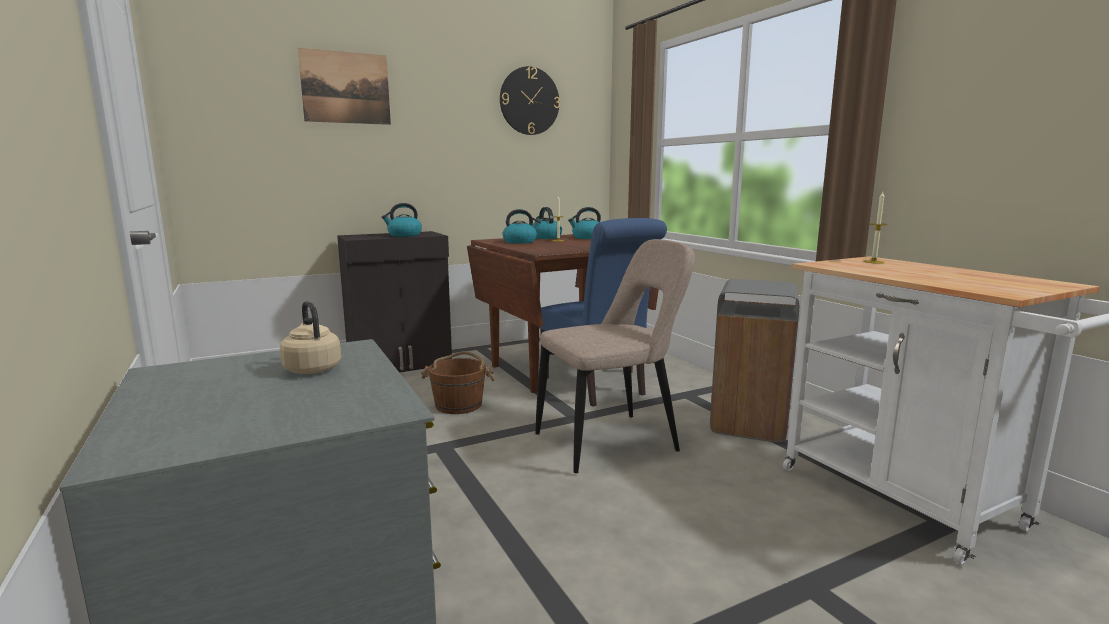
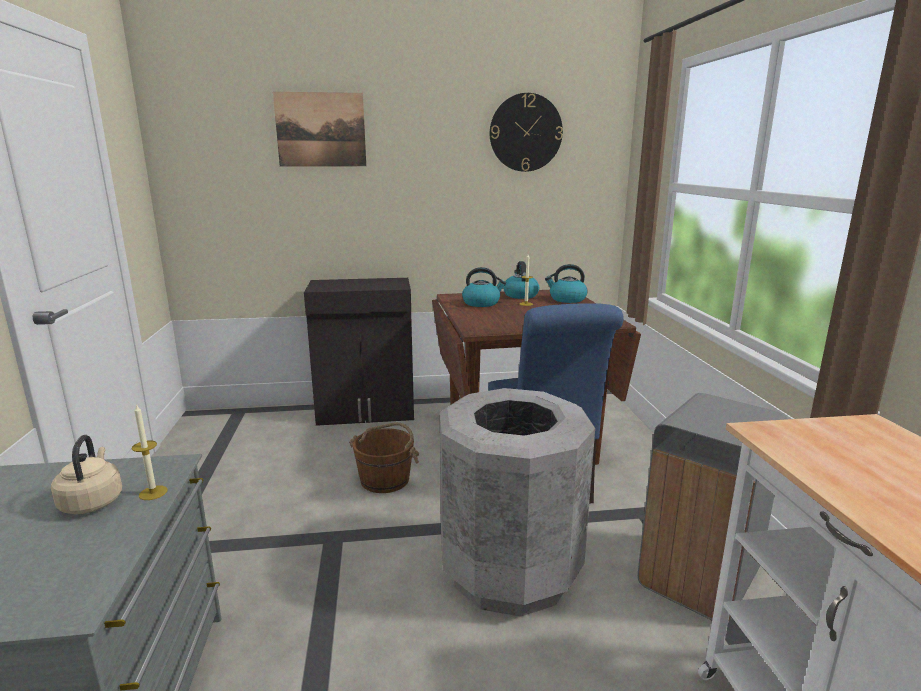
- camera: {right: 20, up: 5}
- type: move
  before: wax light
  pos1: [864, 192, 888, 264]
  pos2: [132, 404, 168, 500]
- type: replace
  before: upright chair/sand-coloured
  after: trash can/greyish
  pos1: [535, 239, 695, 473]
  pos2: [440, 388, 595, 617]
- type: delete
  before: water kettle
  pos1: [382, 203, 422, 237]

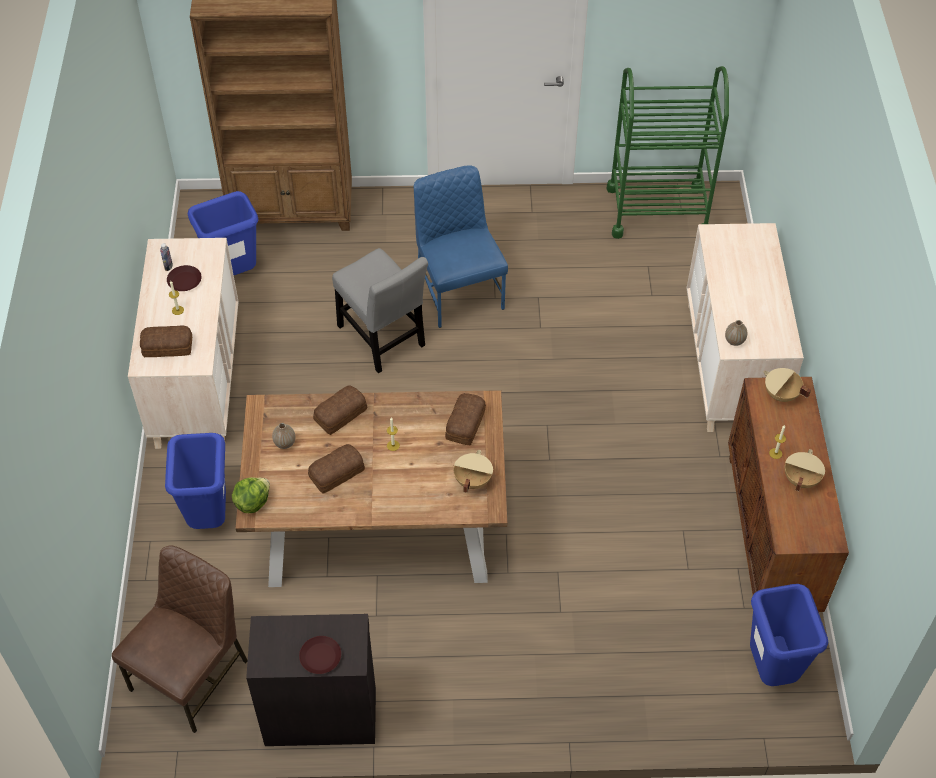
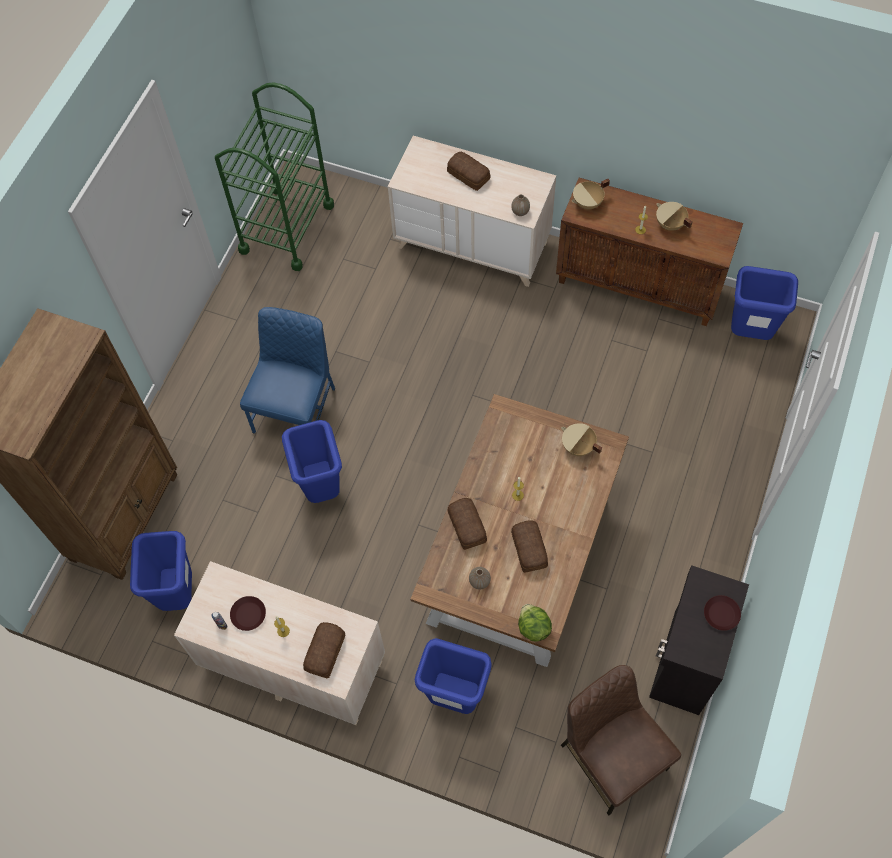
- camera: {right: -65, up: 10}
- type: rotate
  before: upright chair/blue-coloured
  pos1: [414, 165, 508, 328]
  pos2: [240, 307, 335, 434]
  turn: 105
- type: replace
  before: upright chair/greyish
  after: trash can/blue-coloured
  pos1: [332, 248, 428, 373]
  pos2: [282, 420, 342, 503]
- type: move
  before: bakery bread
  pos1: [445, 393, 486, 445]
  pos2: [447, 152, 490, 191]

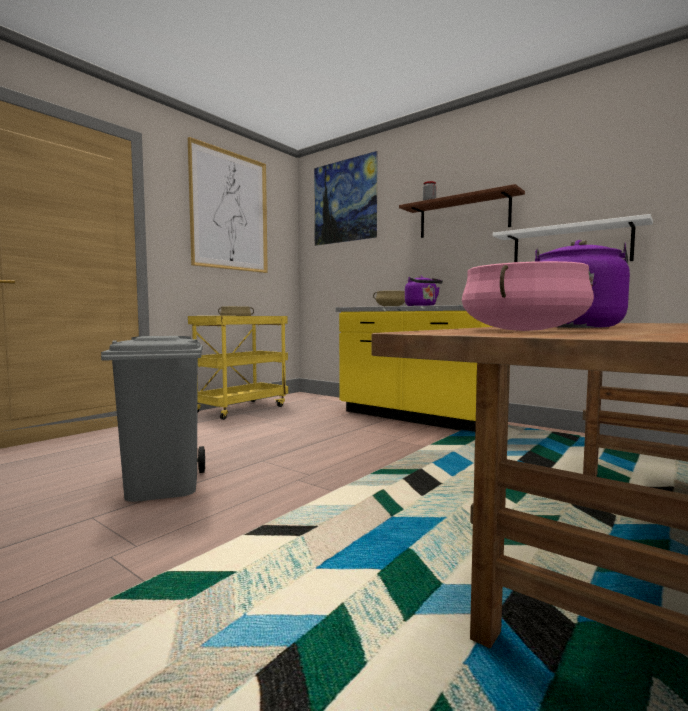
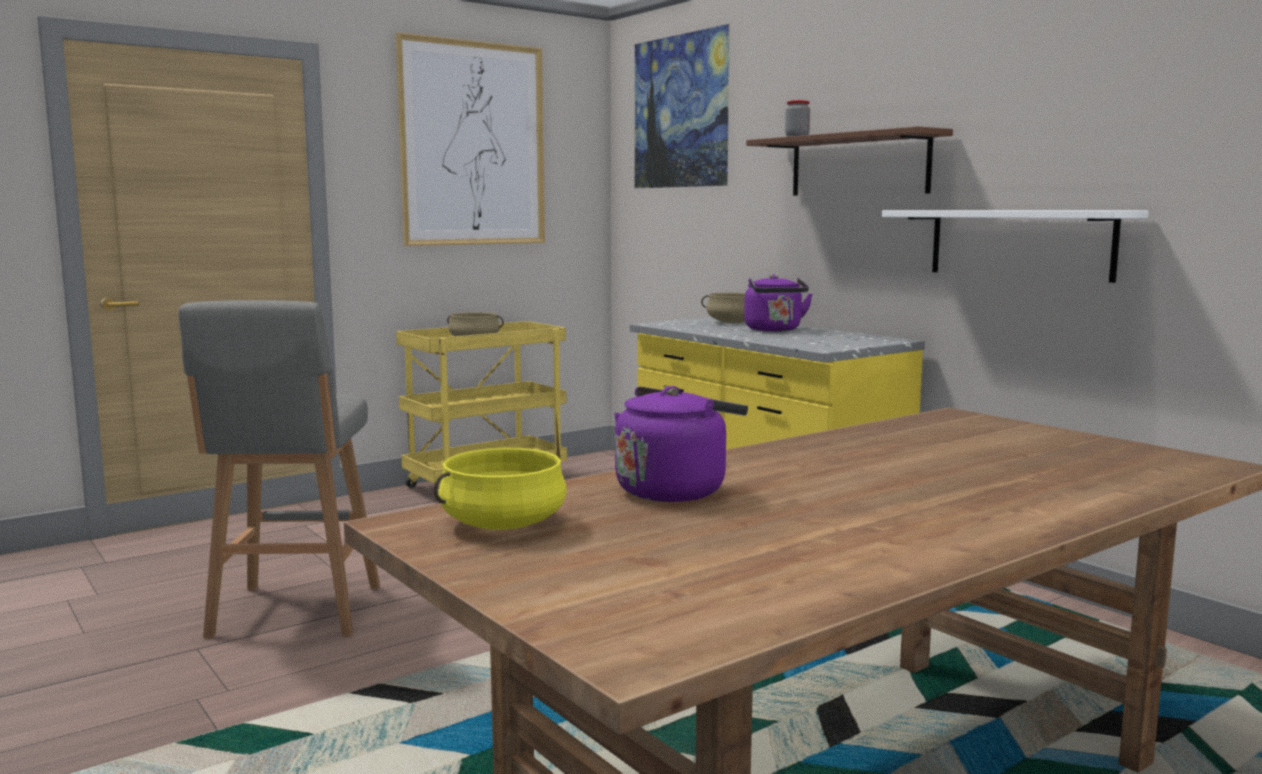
- camera: {right: 15, up: 5}
- type: replace
  before: trash can/greyish
  after: sitting stool/greyish
  pos1: [101, 336, 205, 502]
  pos2: [179, 300, 380, 638]
- type: recolor
  before: saucepot/pink-coloured
  after: saucepot/yellow
  pos1: [462, 261, 594, 331]
  pos2: [434, 448, 567, 530]

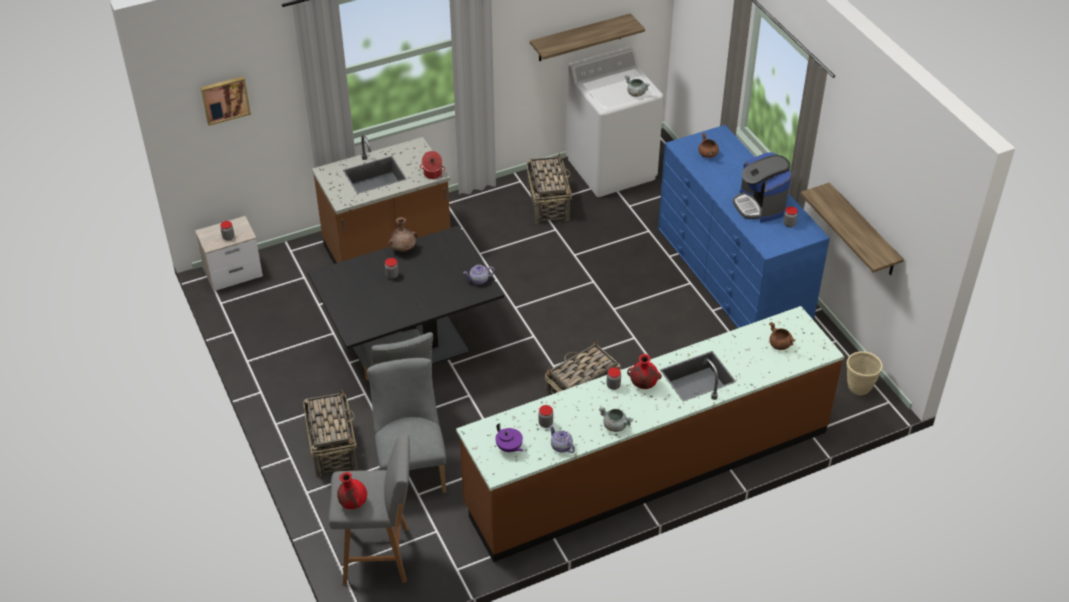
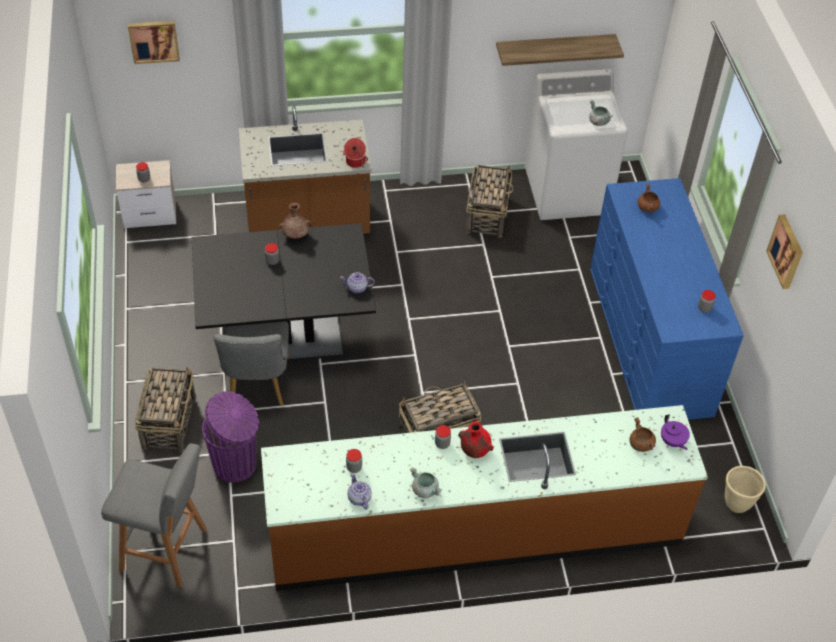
- camera: {right: 15, up: 5}
- type: replace
  before: upright chair/greyish
  after: trash can/purple-coloured
  pos1: [367, 358, 446, 493]
  pos2: [202, 391, 259, 483]
- type: move
  before: tea pot/purple-coloured
  pos1: [495, 423, 523, 452]
  pos2: [661, 414, 690, 450]
- type: insert
  after: wall art
  pos2: [766, 214, 803, 289]
- type: delete
  before: decorative vase/red-coloured
  pos1: [337, 472, 367, 509]
- type: delete
  before: coffee machine
  pos1: [733, 152, 792, 223]
- type: delete
  before: bracket shelf
  pos1: [800, 182, 904, 275]

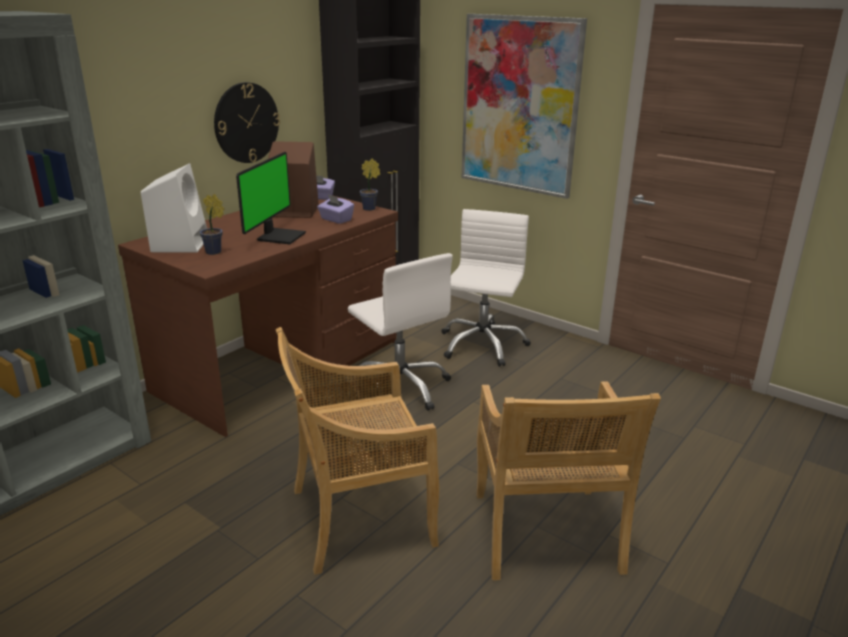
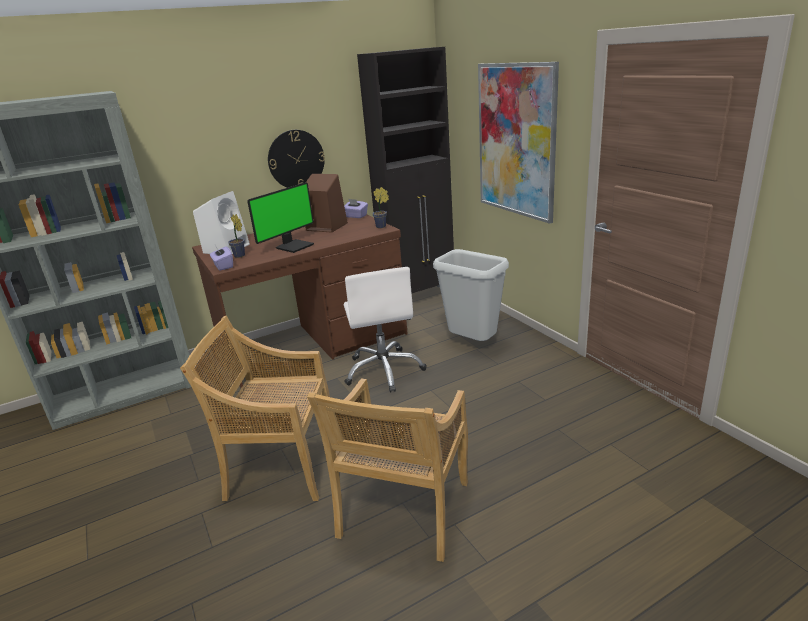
- camera: {right: 25, up: 0}
- type: move
  before: box of tissues/purple-coloured
  pos1: [317, 194, 354, 224]
  pos2: [210, 245, 233, 271]
- type: replace
  before: desk chair/white
  after: trash can/greyish
  pos1: [441, 209, 531, 367]
  pos2: [433, 249, 509, 341]

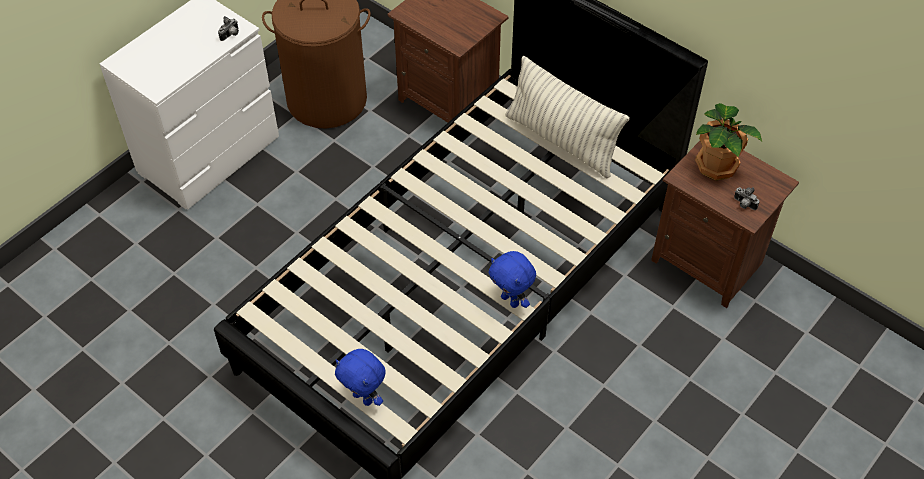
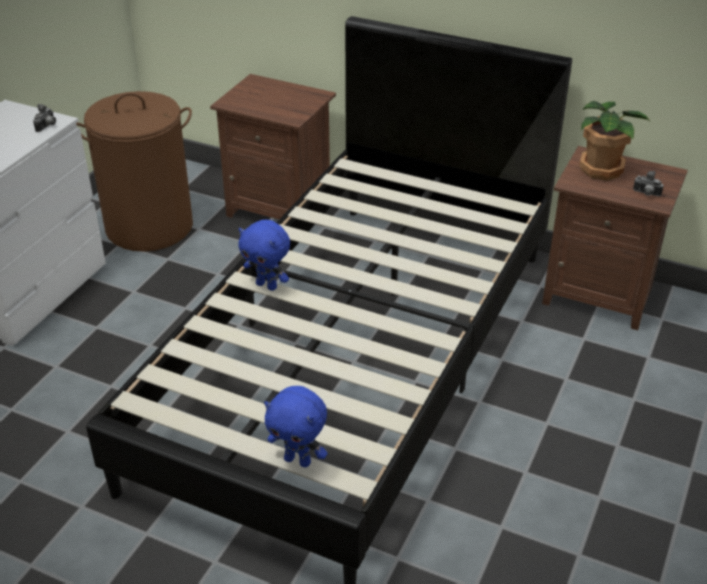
- camera: {right: -15, up: -15}
- type: move
  before: cuddly toy/blue-coloured
  pos1: [488, 251, 536, 308]
  pos2: [238, 220, 290, 291]
- type: delete
  before: pillow
  pos1: [505, 56, 630, 178]

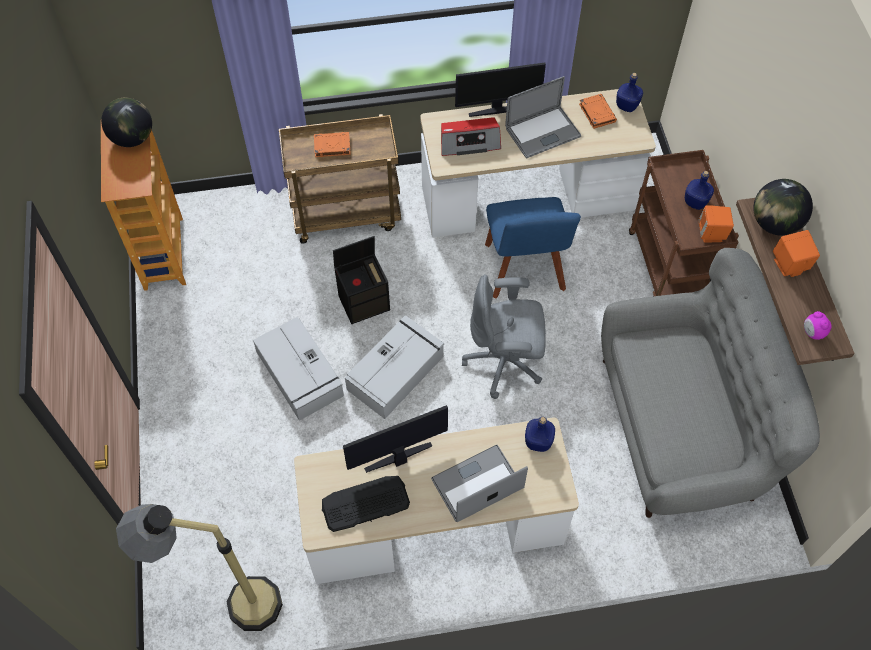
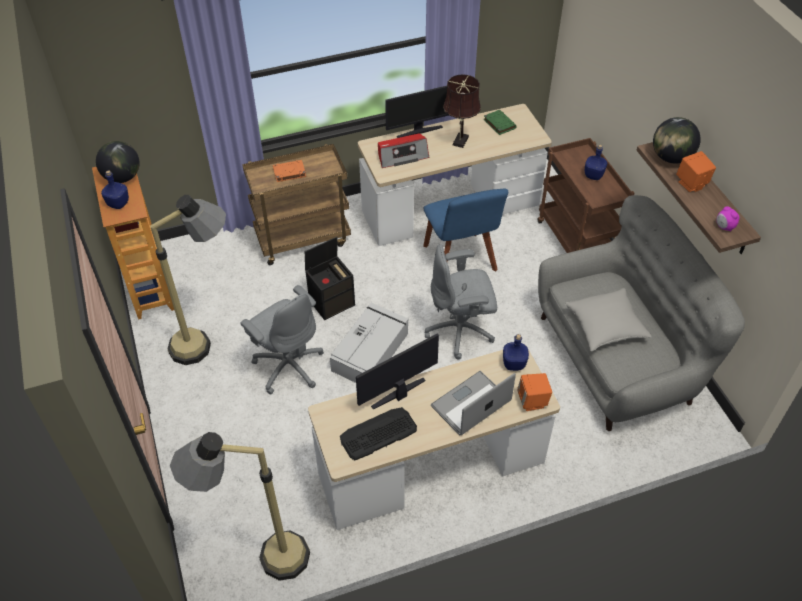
- camera: {right: -10, up: -10}
- type: move
  before: beverage bottle/blue-coloured
  pos1: [616, 73, 643, 112]
  pos2: [101, 170, 129, 209]
- type: insert
  after: standing lamp
  pos2: [150, 195, 226, 365]
- type: replace
  before: storage bin/greyish
  after: desk chair/greyish
  pos1: [253, 317, 344, 421]
  pos2: [241, 285, 324, 394]
- type: replace
  before: laptop
  after: table lamp/brownish
  pos1: [505, 76, 581, 158]
  pos2: [443, 74, 481, 148]
- type: recolor
  before: bound book/orangey
  after: bound book/greenish
  pos1: [579, 94, 617, 129]
  pos2: [484, 110, 517, 135]
- type: move
  before: audio speaker/orangey
  pos1: [698, 205, 734, 243]
  pos2: [517, 373, 552, 411]
- type: insert
  after: pillow/greyish
  pos2: [565, 288, 652, 351]

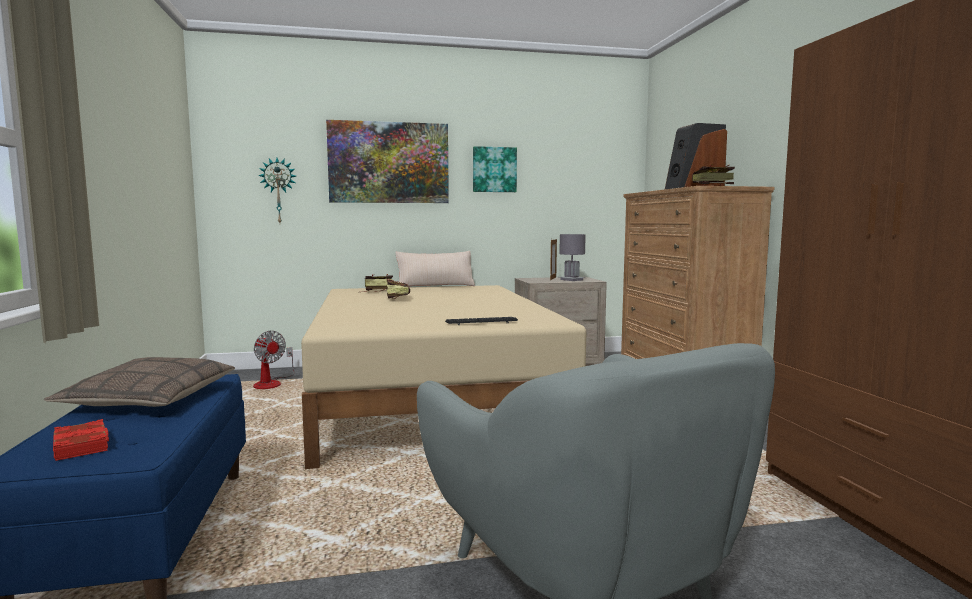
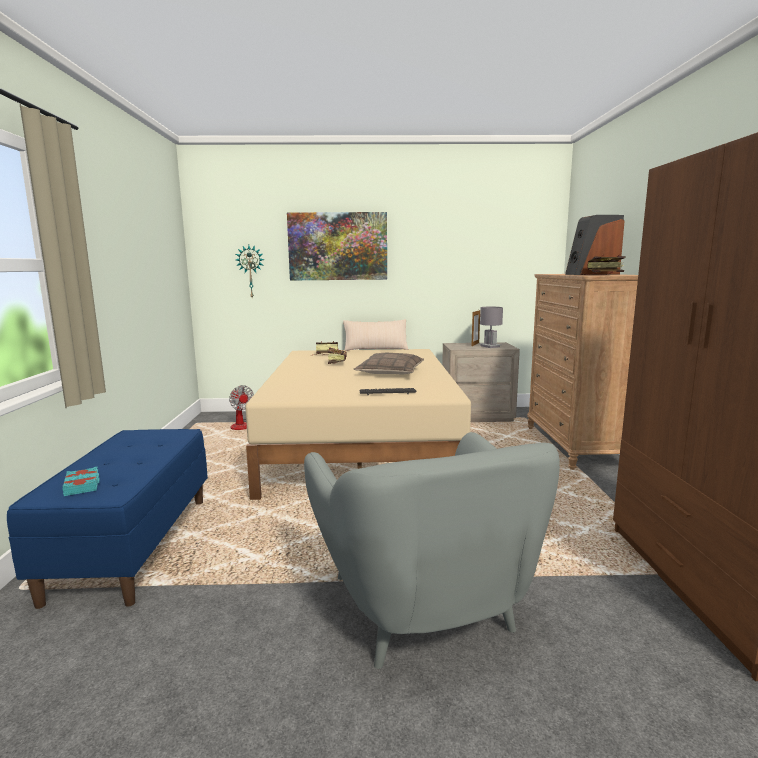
- camera: {right: 10, up: 5}
- type: recolor
  before: bound book/red-coloured
  after: bound book/turquoise-coloured
  pos1: [53, 419, 109, 461]
  pos2: [62, 467, 100, 496]
- type: move
  before: pillow
  pos1: [44, 357, 235, 407]
  pos2: [354, 353, 424, 374]
- type: delete
  before: wall art
  pos1: [473, 146, 517, 192]

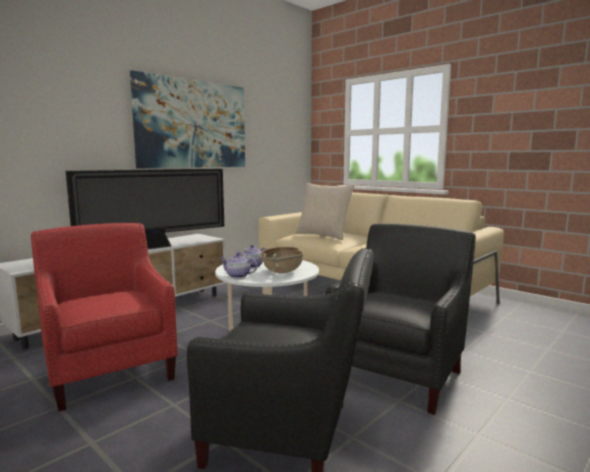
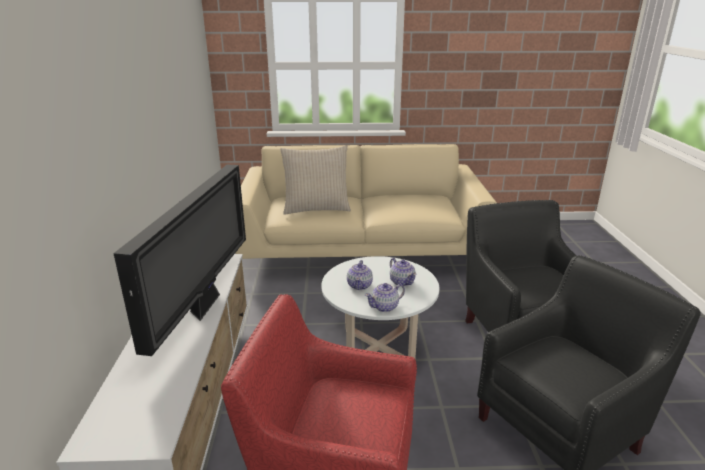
- camera: {right: -45, up: 15}
- type: replace
  before: deep dish/brownish
  after: tea pot
  pos1: [261, 247, 303, 273]
  pos2: [390, 258, 417, 286]
- type: delete
  before: wall art
  pos1: [130, 70, 245, 169]

